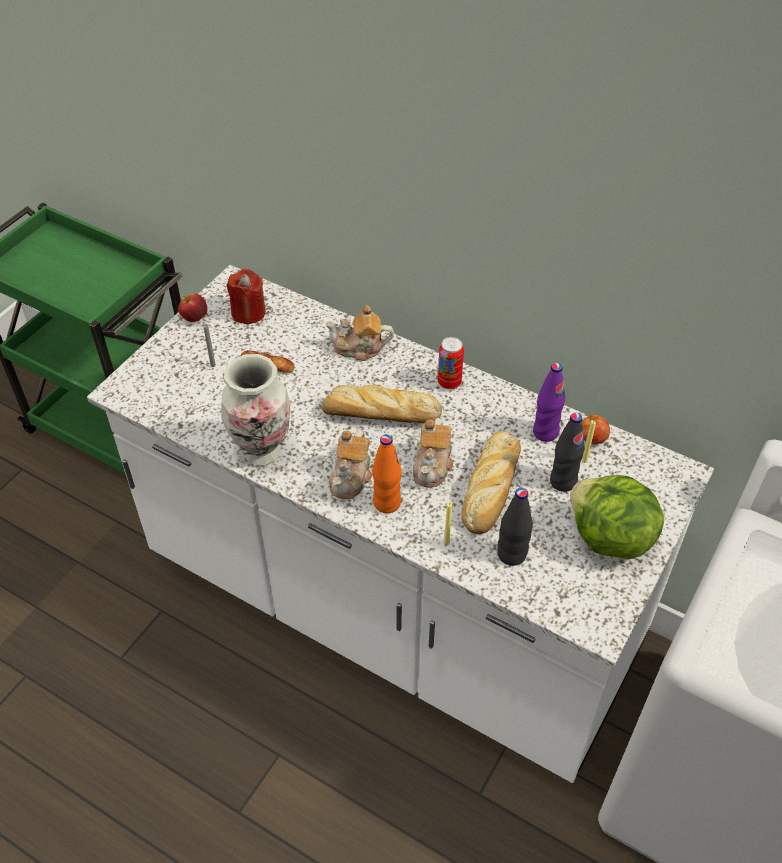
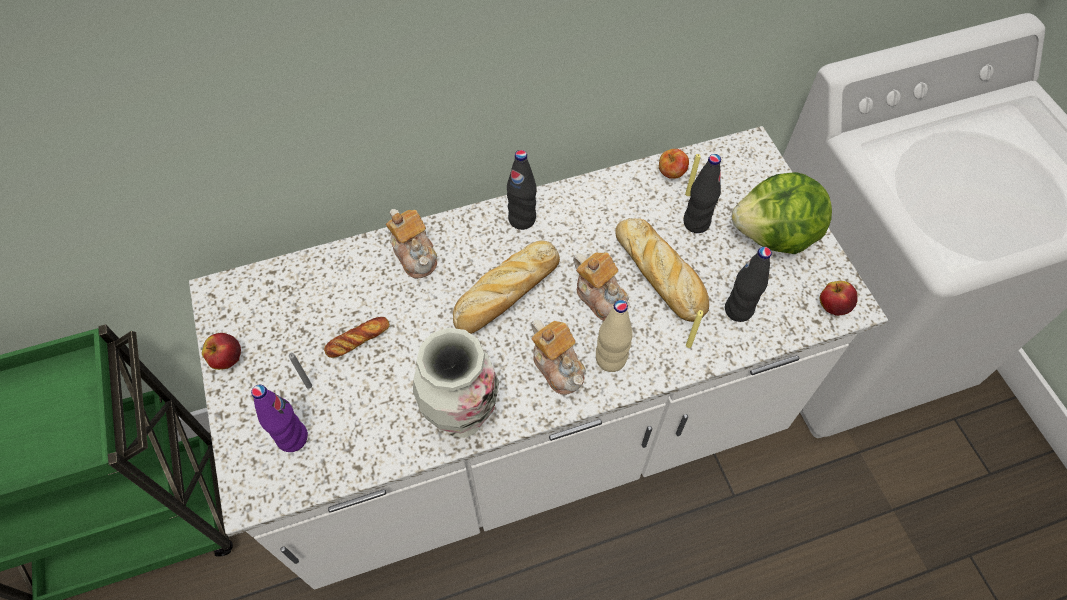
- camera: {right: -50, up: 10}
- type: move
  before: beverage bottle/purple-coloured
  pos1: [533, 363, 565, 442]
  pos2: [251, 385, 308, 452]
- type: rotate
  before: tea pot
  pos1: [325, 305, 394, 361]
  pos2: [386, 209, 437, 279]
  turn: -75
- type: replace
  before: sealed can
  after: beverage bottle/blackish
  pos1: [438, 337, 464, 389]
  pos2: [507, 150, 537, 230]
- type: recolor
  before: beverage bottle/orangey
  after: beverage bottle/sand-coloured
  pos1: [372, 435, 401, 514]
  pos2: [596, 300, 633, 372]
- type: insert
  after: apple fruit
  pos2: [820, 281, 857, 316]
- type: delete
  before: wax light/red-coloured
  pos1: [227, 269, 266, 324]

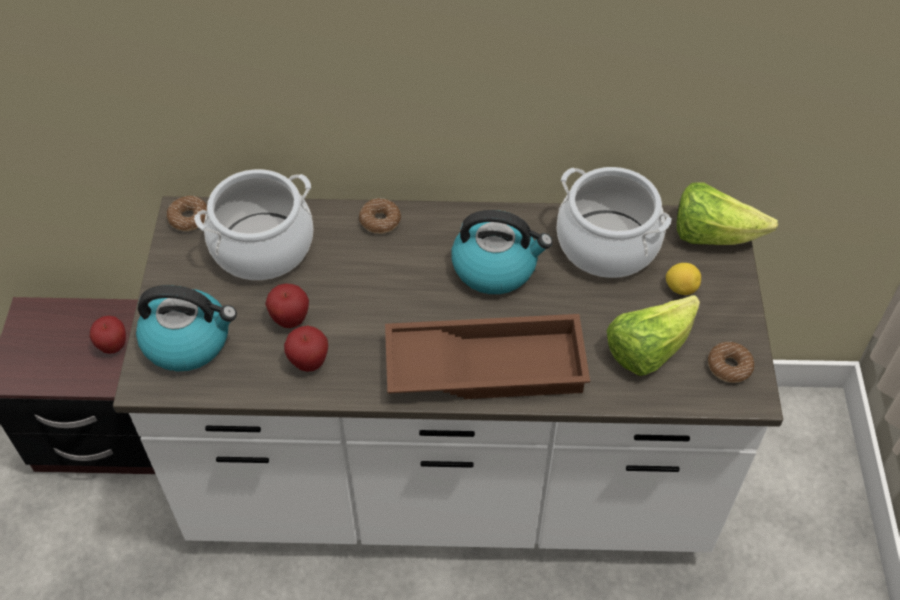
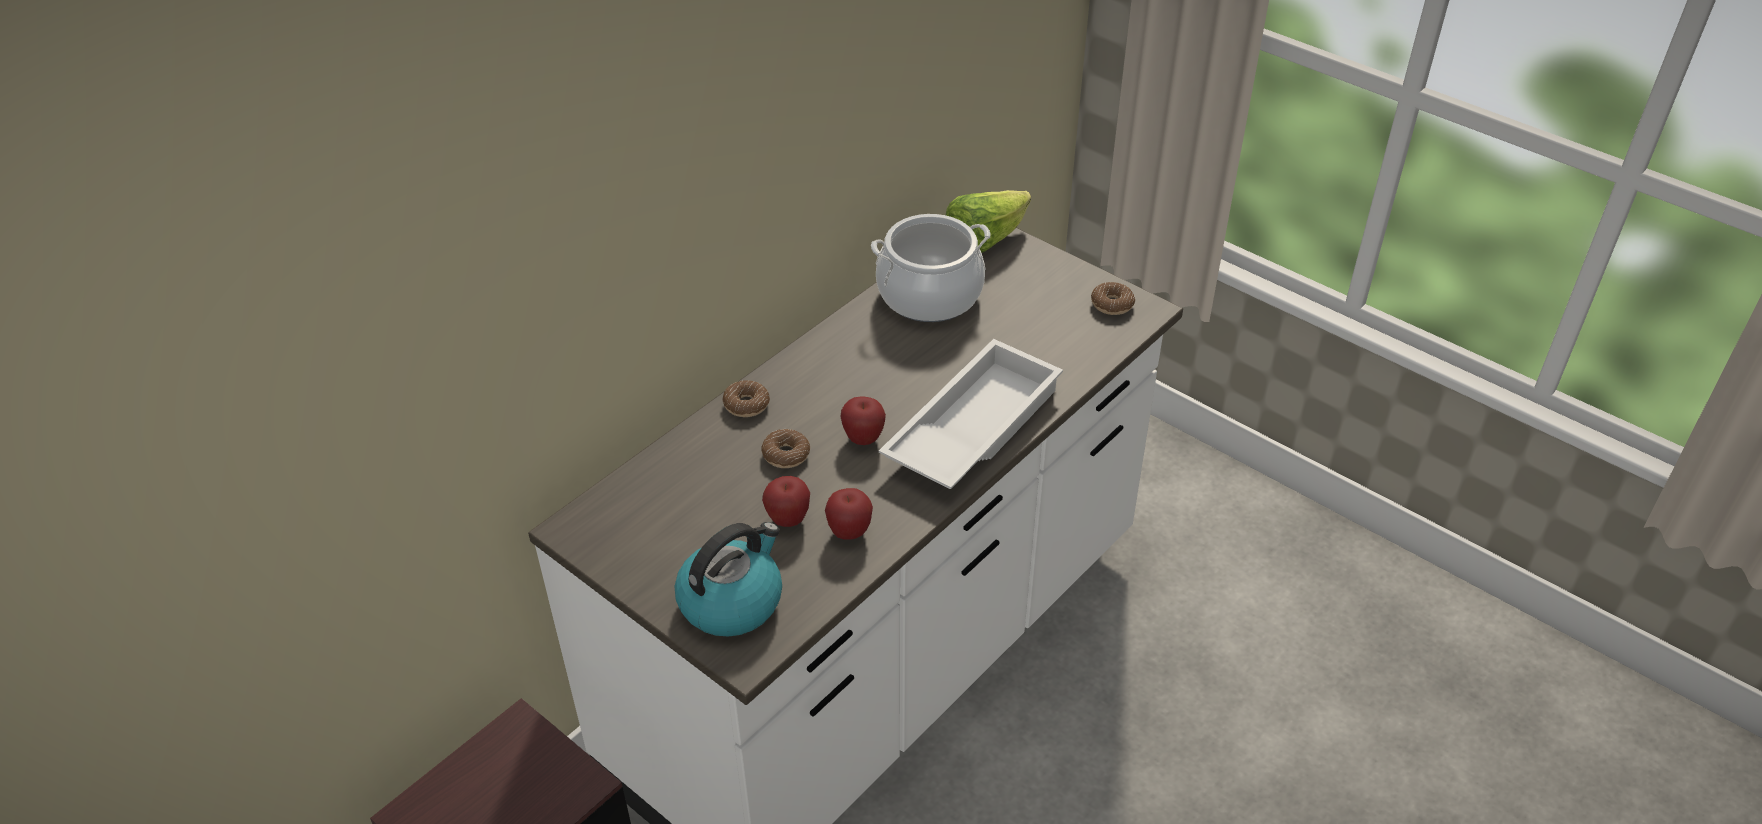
- camera: {right: -50, up: -10}
- type: move
  before: ring doughnut
  pos1: [167, 196, 207, 231]
  pos2: [761, 429, 810, 468]
- type: move
  before: apple fruit
  pos1: [90, 316, 126, 354]
  pos2: [841, 396, 886, 445]
- type: recolor
  before: carrying tray/brownish
  after: carrying tray/white
  pos1: [385, 314, 590, 399]
  pos2: [879, 339, 1063, 489]
- type: delete
  before: saucepot
  pos1: [194, 169, 314, 280]
- type: delete
  before: water kettle
  pos1: [451, 210, 553, 294]
- type: delete
  before: lettuce head
  pos1: [607, 295, 700, 376]
- type: delete
  before: citrus fruit
  pos1: [666, 263, 701, 295]

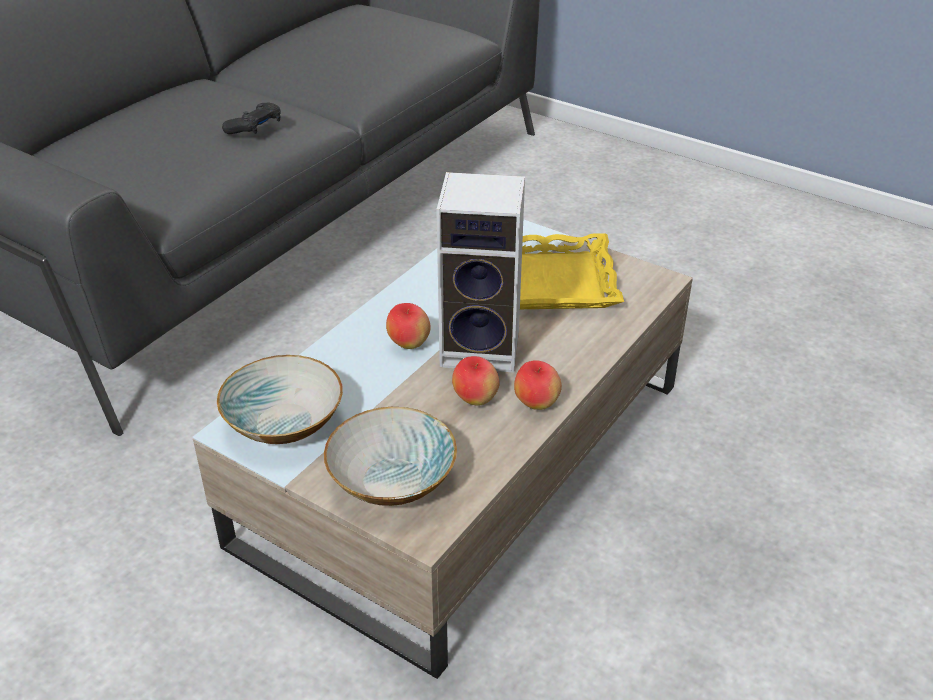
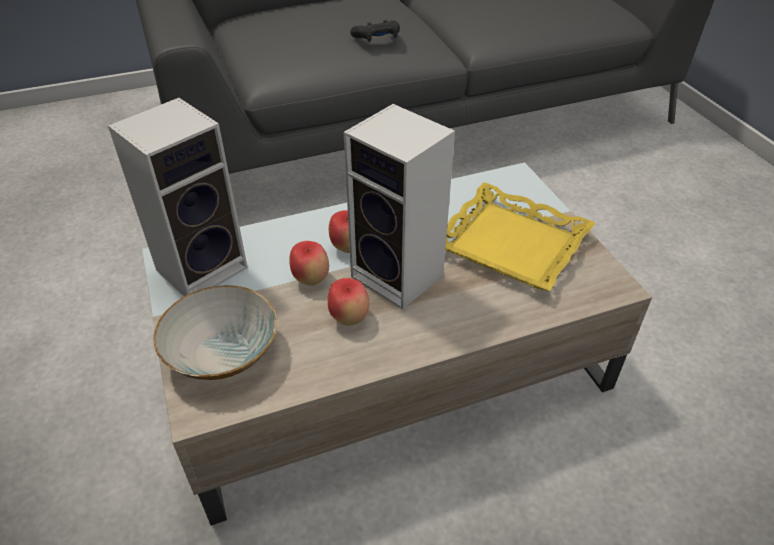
- camera: {right: 35, up: 5}
- type: replace
  before: deep dish
  after: audio speaker
  pos1: [217, 355, 343, 444]
  pos2: [108, 98, 248, 296]
- type: move
  before: apple fruit
  pos1: [514, 360, 562, 410]
  pos2: [289, 241, 329, 286]

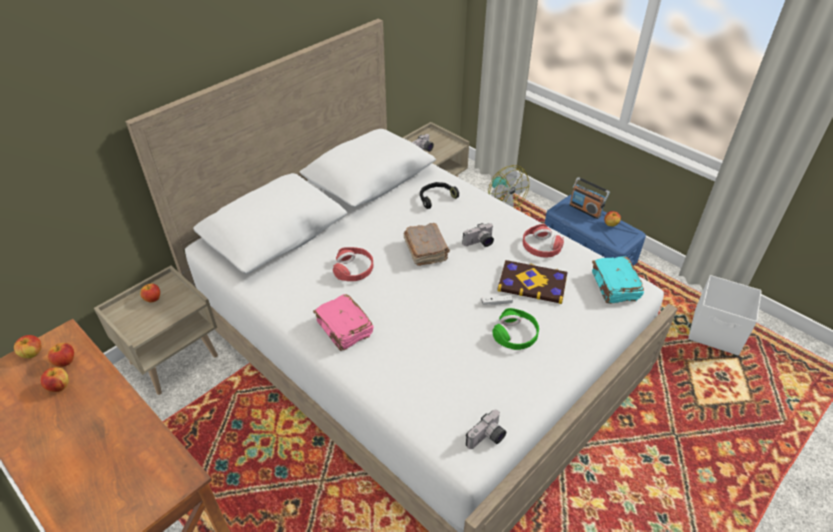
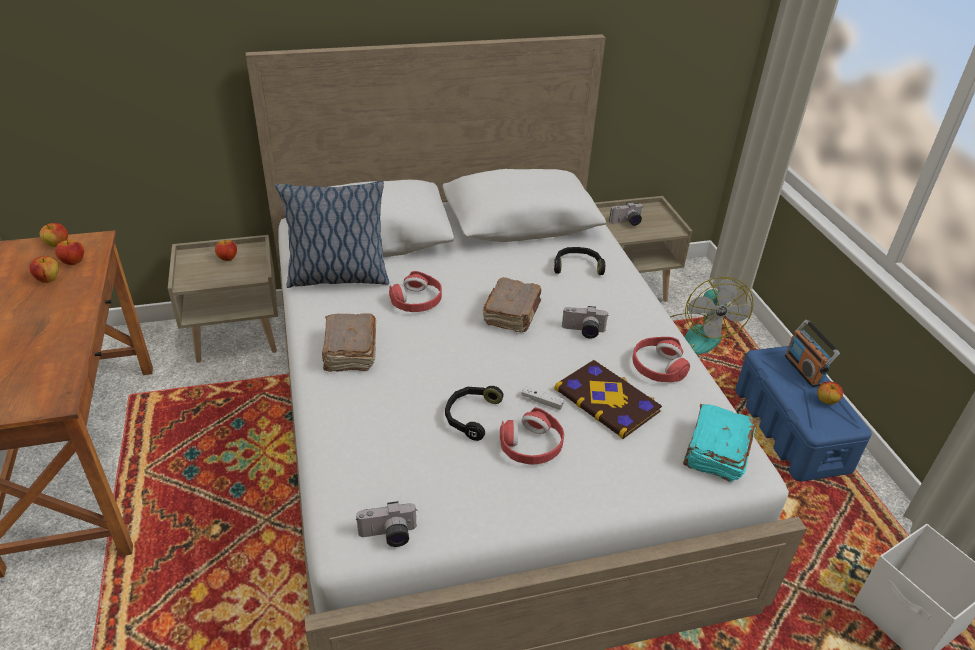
- camera: {right: 30, up: -5}
- type: insert
  after: pillow
  pos2: [275, 181, 389, 288]
- type: recolor
  before: bound book/pink-coloured
  after: bound book/brownish
  pos1: [313, 294, 373, 351]
  pos2: [322, 313, 376, 372]
- type: insert
  after: headset/blackish
  pos2: [445, 386, 503, 441]
- type: recolor
  before: headset/greenish
  after: headset/red-coloured
  pos1: [492, 308, 539, 350]
  pos2: [500, 407, 564, 465]

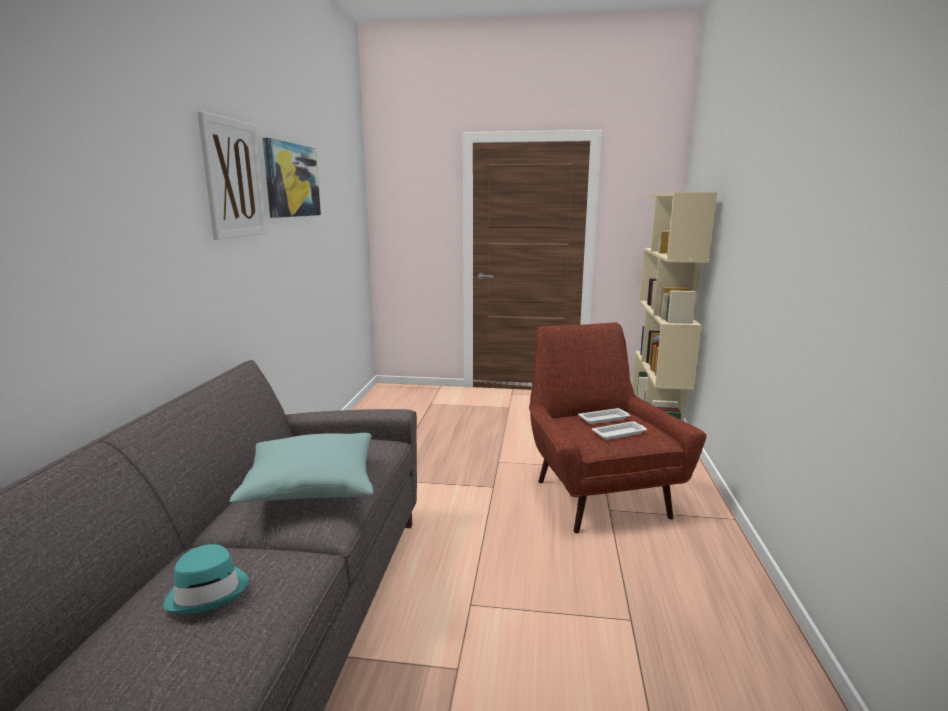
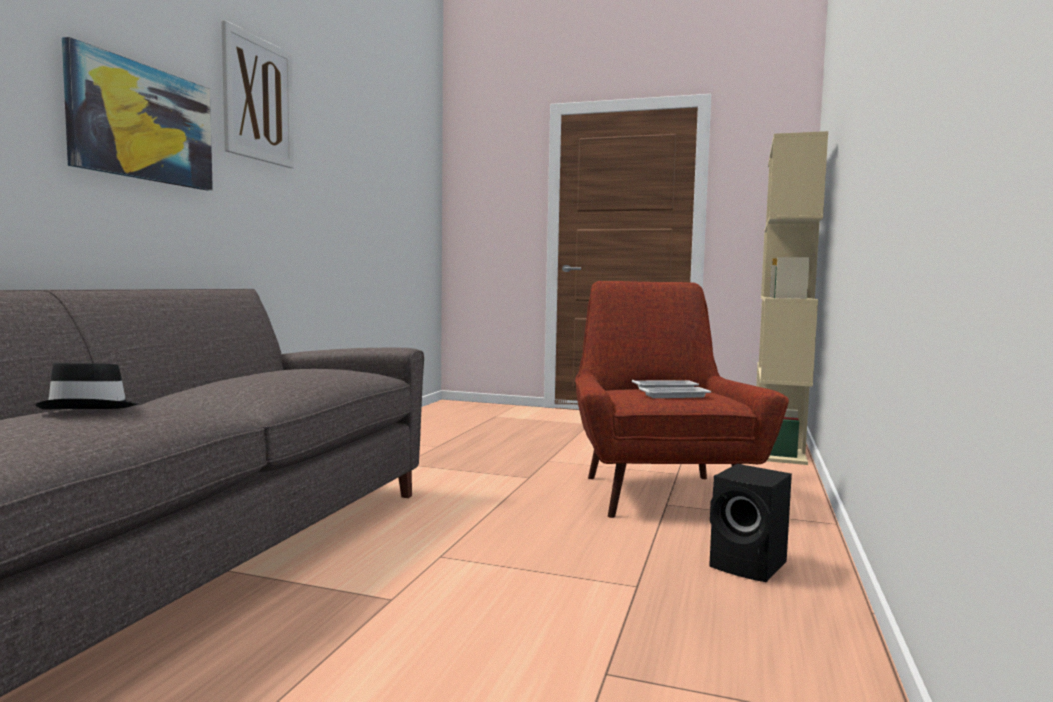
- camera: {right: 10, up: -10}
- type: recolor
  before: hat/turquoise-coloured
  after: hat/blackish
  pos1: [163, 544, 249, 614]
  pos2: [35, 363, 138, 410]
- type: move
  before: wall art
  pos1: [262, 138, 321, 218]
  pos2: [62, 37, 213, 190]
- type: insert
  after: audio speaker/blackish
  pos2: [709, 464, 792, 582]
- type: delete
  before: pillow/turquoise-coloured
  pos1: [230, 433, 374, 502]

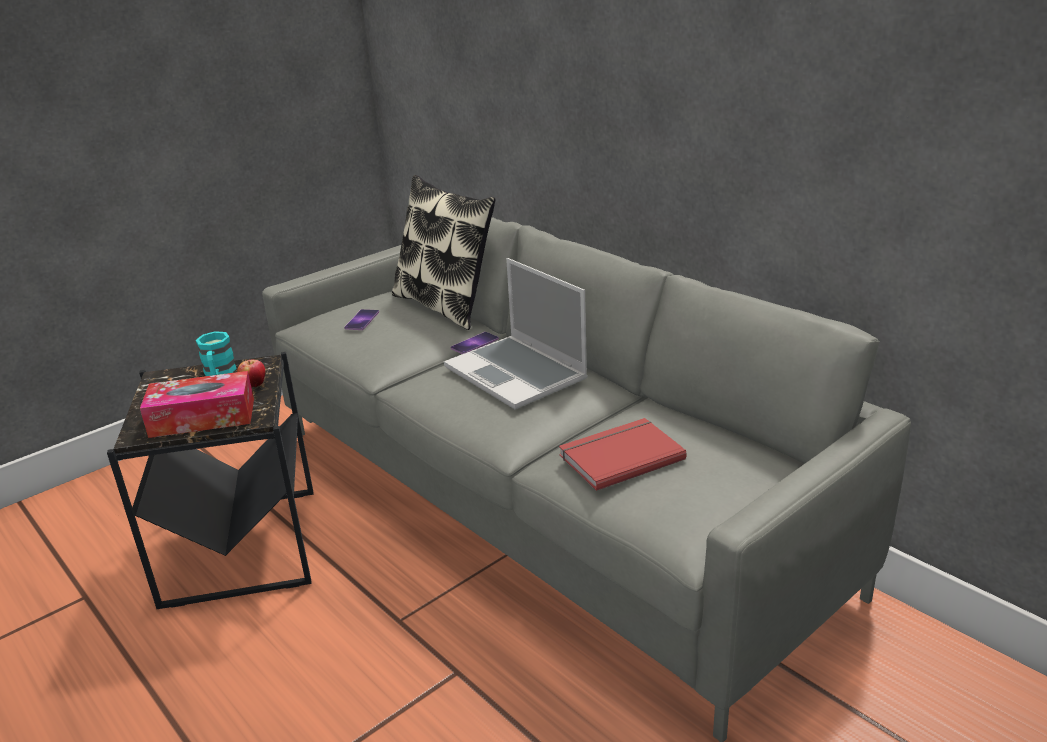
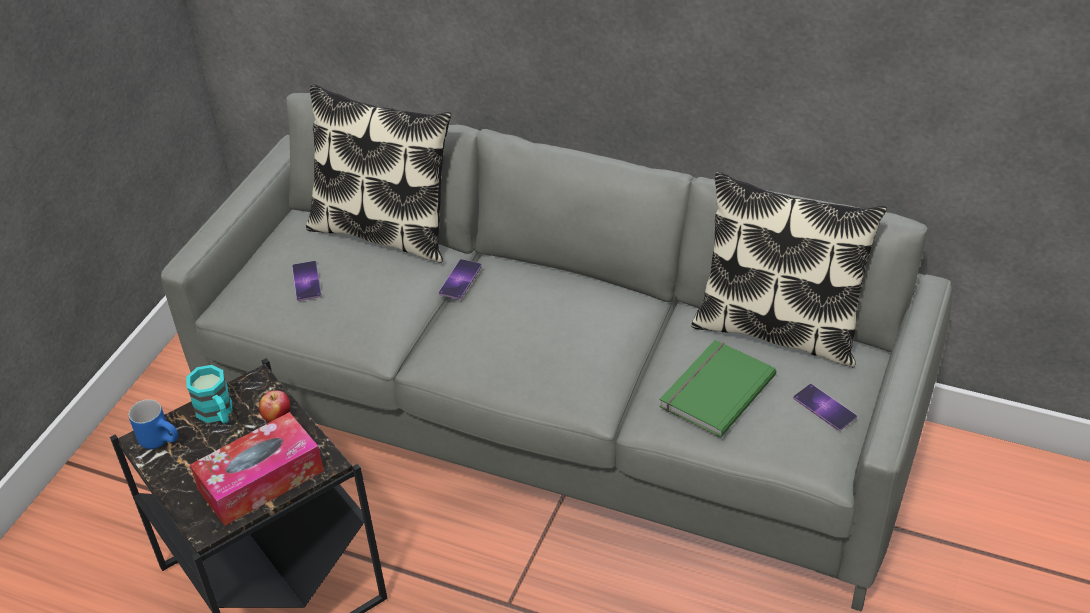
- camera: {right: -25, up: 15}
- type: insert
  after: coffee mug/blue-coloured
  pos2: [129, 399, 178, 449]
- type: recolor
  before: bound book/red-coloured
  after: bound book/greenish
  pos1: [559, 418, 687, 491]
  pos2: [659, 340, 776, 438]
- type: insert
  after: pillow
  pos2: [691, 172, 887, 367]
- type: insert
  after: telephone
  pos2: [793, 384, 857, 431]
- type: delete
  before: laptop
  pos1: [444, 258, 588, 409]

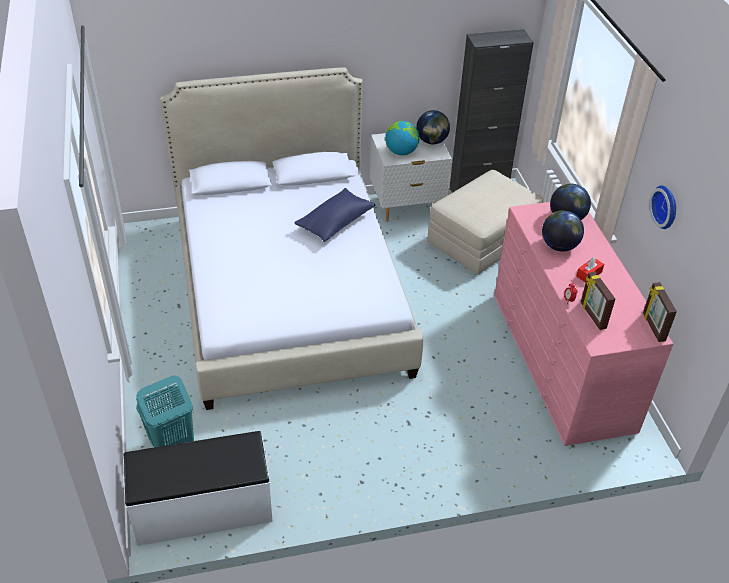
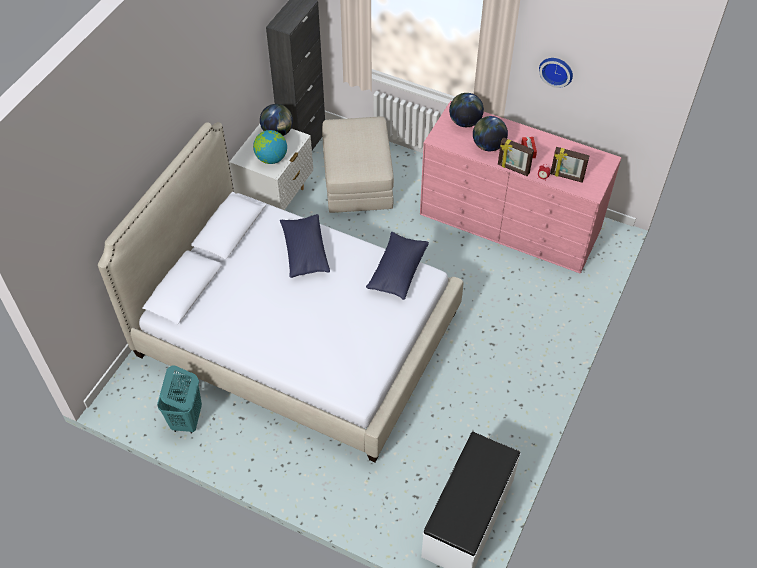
- camera: {right: -50, up: 10}
- type: move
  before: hamper/turquoise-coloured
  pos1: [136, 376, 194, 447]
  pos2: [157, 365, 202, 433]
- type: insert
  after: pillow/blue-coloured
  pos2: [366, 232, 429, 300]
- type: move
  before: picture frame
  pos1: [643, 282, 677, 342]
  pos2: [498, 138, 534, 176]

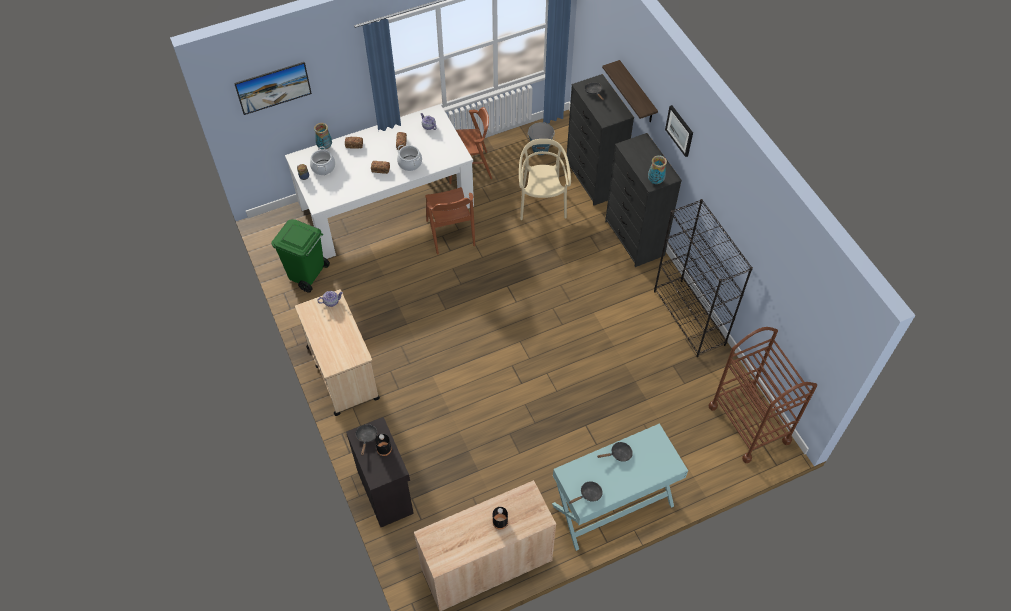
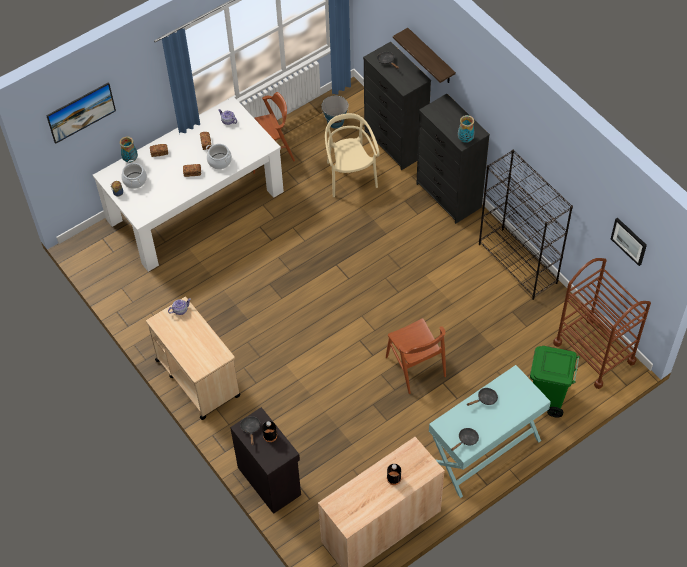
- camera: {right: -10, up: 0}
- type: move
  before: upright chair/brownish
  pos1: [425, 187, 475, 255]
  pos2: [386, 318, 446, 394]
- type: move
  before: trash can/greenish
  pos1: [271, 219, 330, 293]
  pos2: [530, 346, 580, 418]
- type: move
  before: wall art
  pos1: [665, 105, 693, 157]
  pos2: [611, 218, 647, 266]

